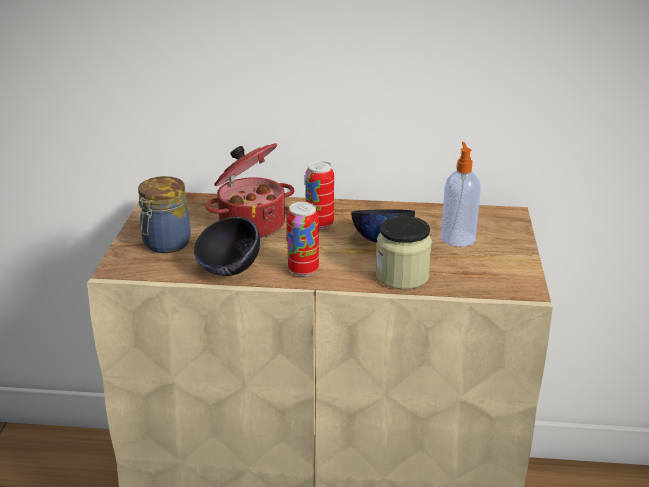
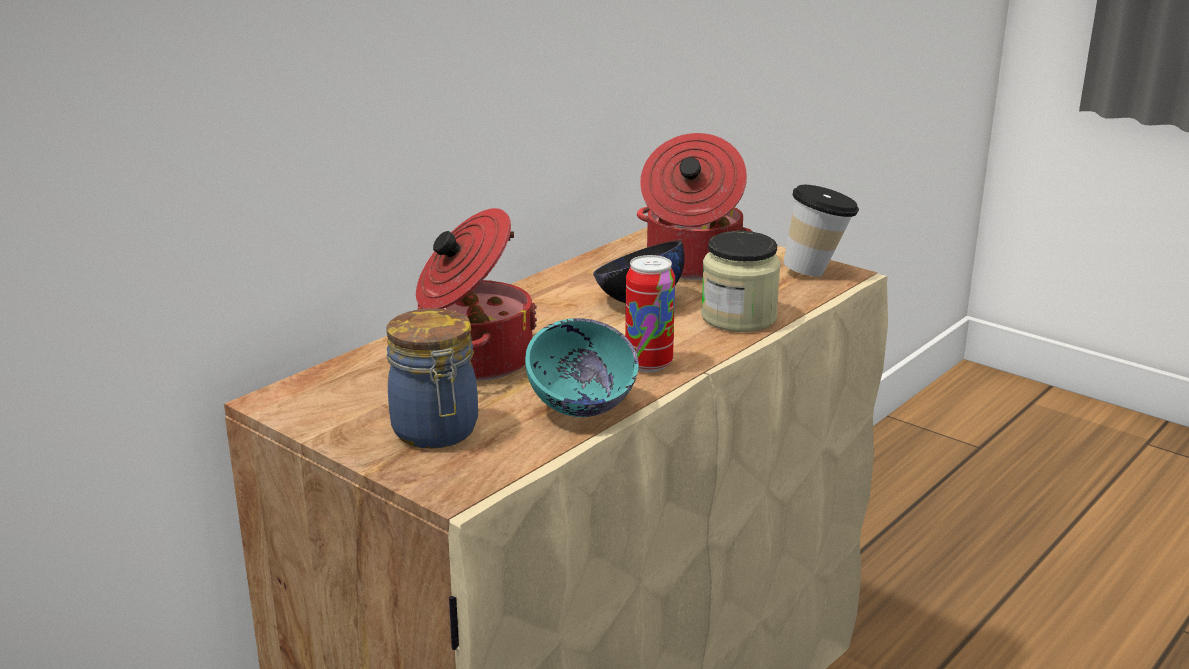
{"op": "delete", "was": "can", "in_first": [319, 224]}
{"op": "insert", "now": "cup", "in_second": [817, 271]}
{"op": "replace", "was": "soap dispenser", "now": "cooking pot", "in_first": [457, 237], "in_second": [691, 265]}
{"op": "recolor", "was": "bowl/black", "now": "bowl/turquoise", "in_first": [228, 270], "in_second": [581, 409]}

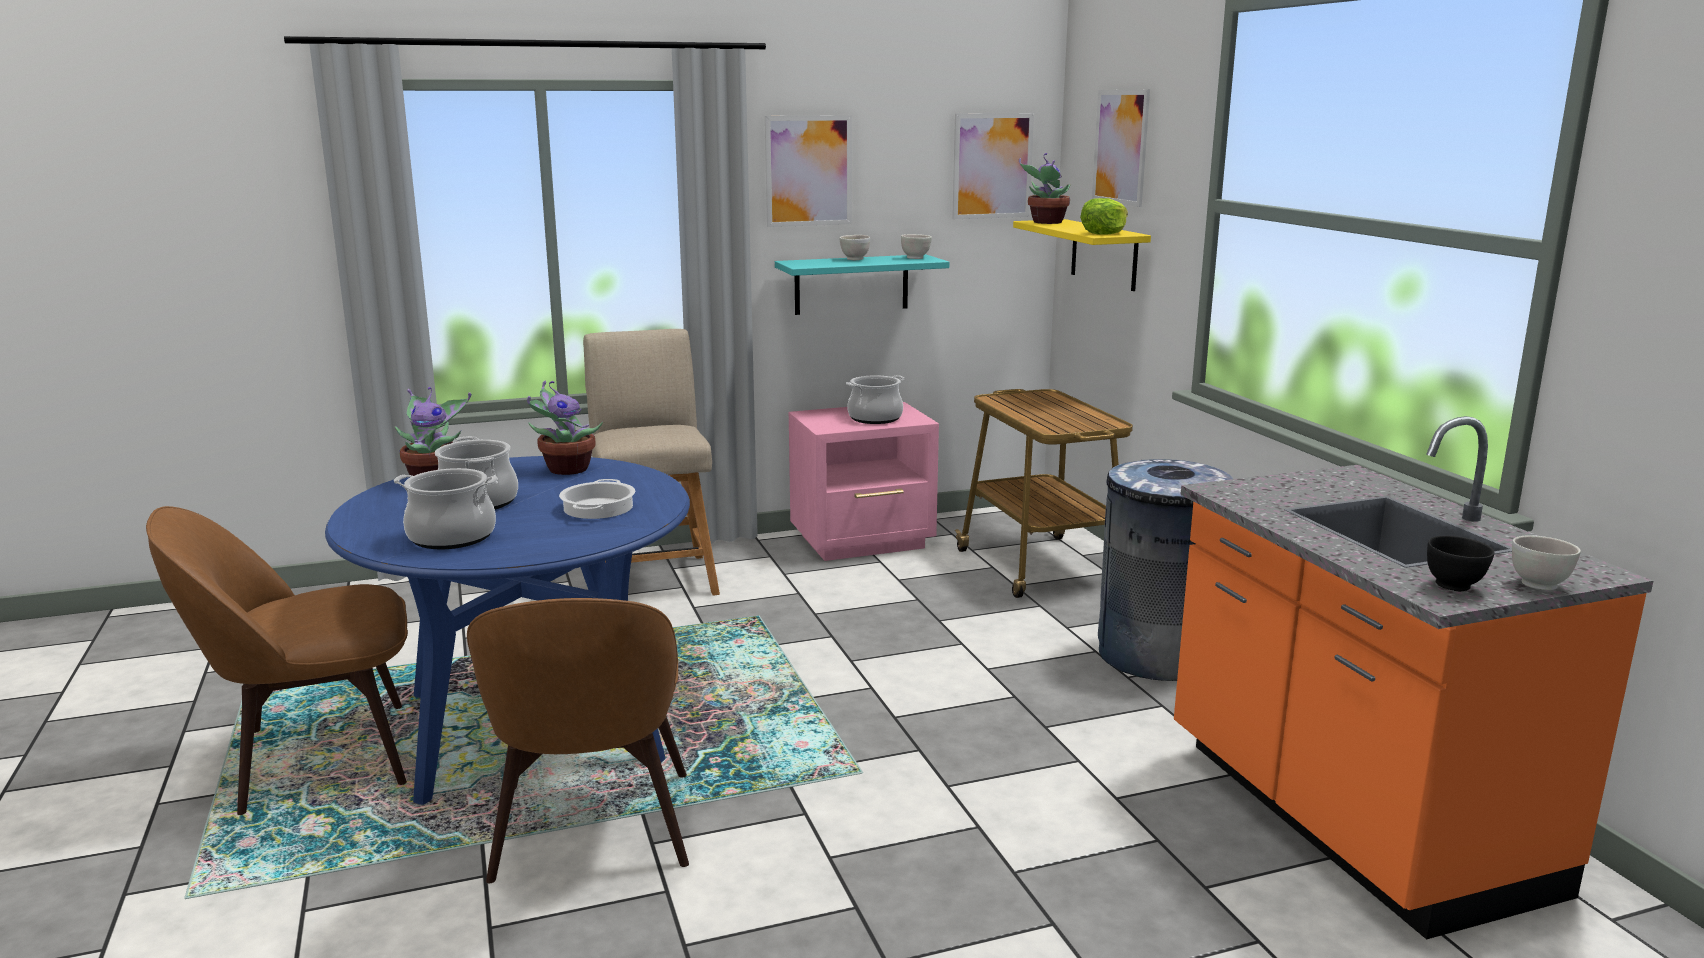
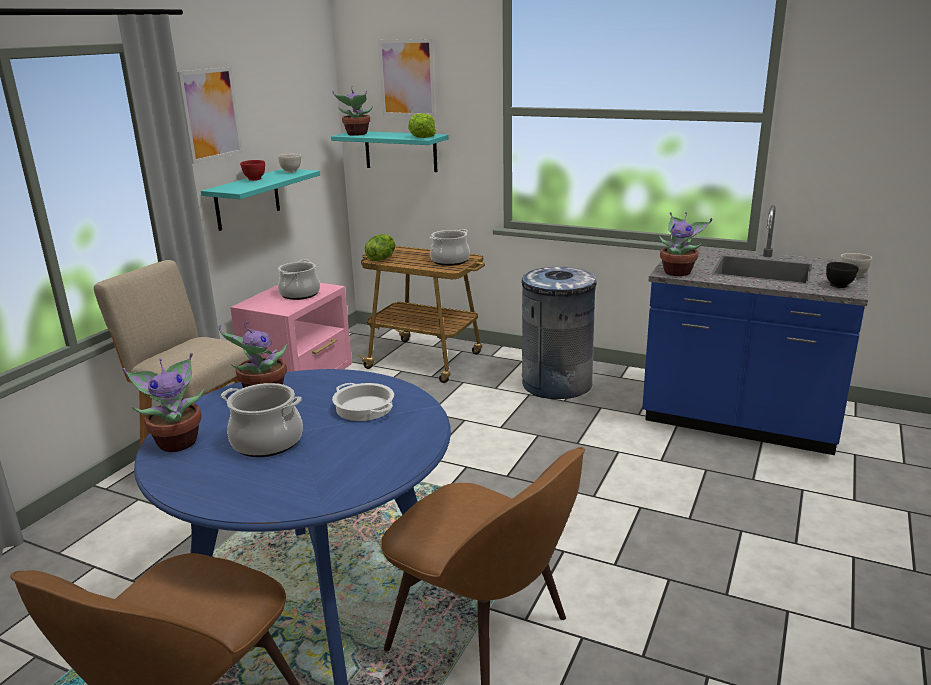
{"op": "delete", "was": "picture", "in_first": [992, 166]}
{"op": "insert", "now": "lettuce", "in_second": [381, 259]}
{"op": "insert", "now": "potted plant", "in_second": [678, 272]}
{"op": "move", "was": "cooking pot", "in_first": [451, 537], "in_second": [450, 261]}
{"op": "recolor", "was": "bowl/white", "now": "bowl/red", "in_first": [854, 259], "in_second": [254, 179]}
{"op": "recolor", "was": "shelf/yellow", "now": "shelf/turquoise", "in_first": [1104, 254], "in_second": [400, 151]}
{"op": "recolor", "was": "counter/orange", "now": "counter/blue", "in_first": [1349, 818], "in_second": [740, 421]}

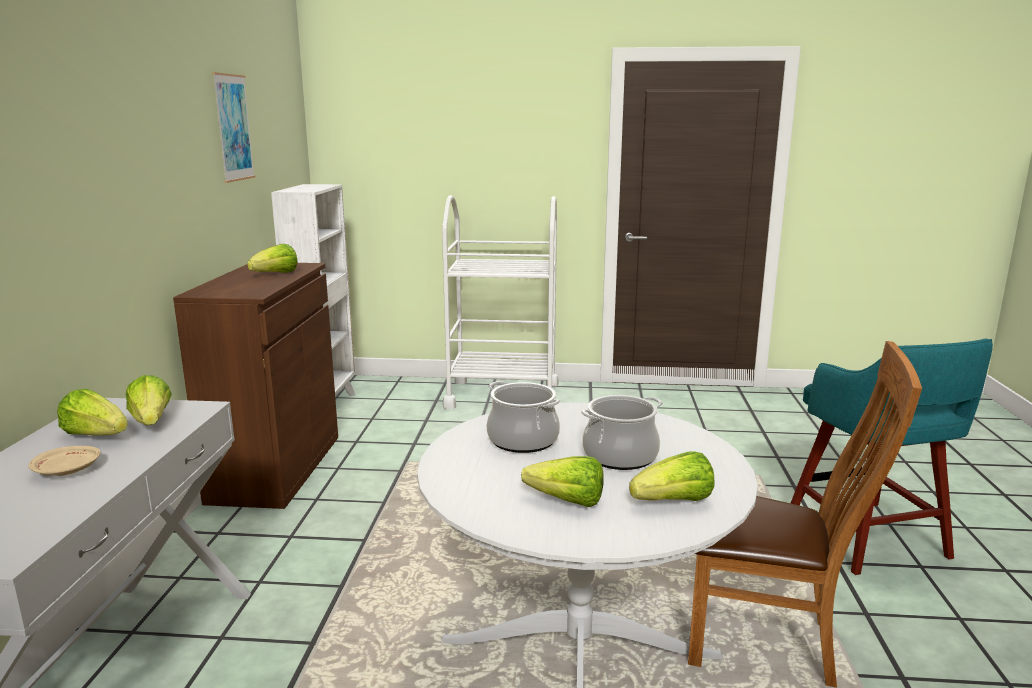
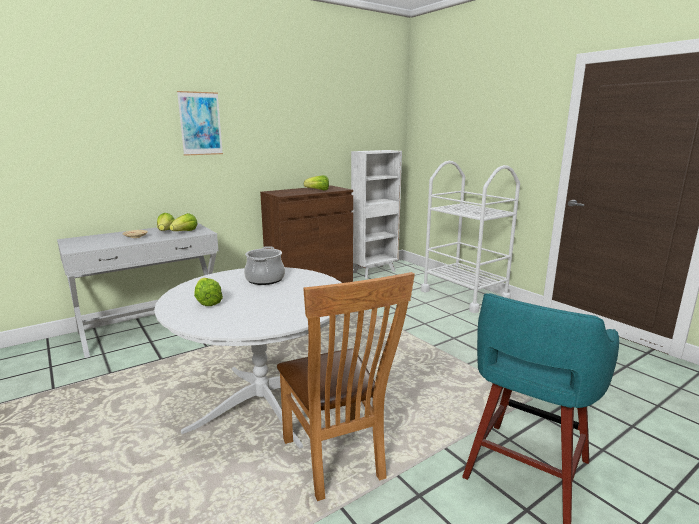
{"op": "delete", "was": "cooking pot", "in_first": [620, 456]}
{"op": "delete", "was": "lettuce", "in_first": [674, 502]}
{"op": "move", "was": "picture", "in_first": [233, 128], "in_second": [200, 123]}

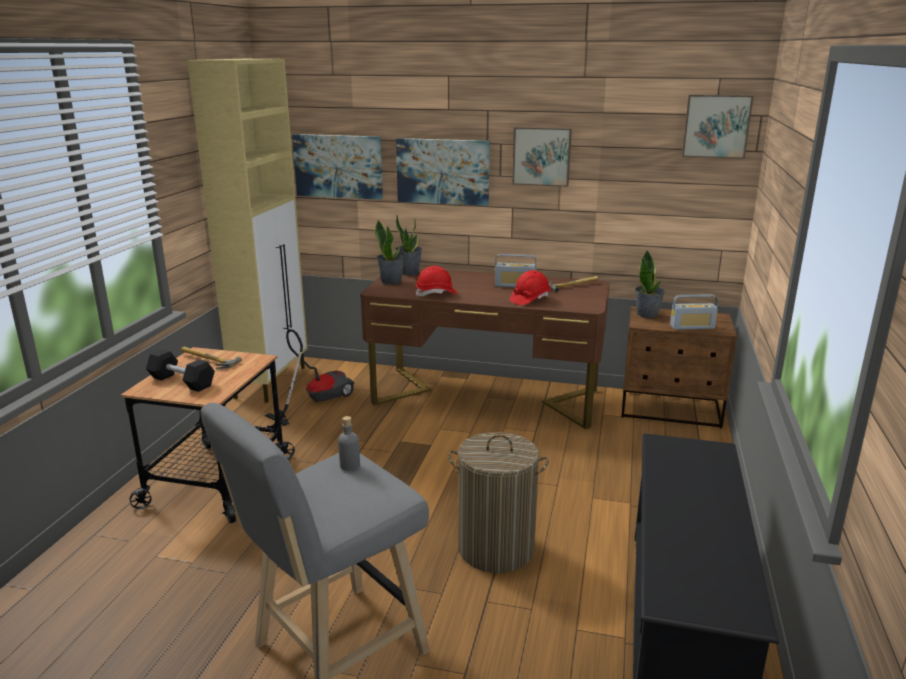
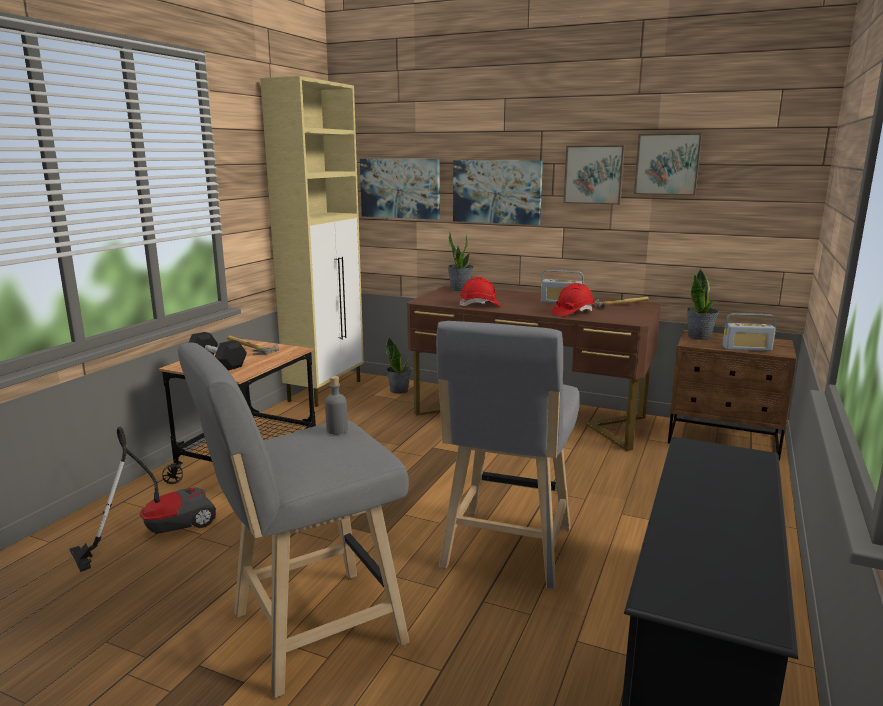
{"op": "move", "was": "vacuum cleaner", "in_first": [316, 400], "in_second": [158, 530]}
{"op": "move", "was": "potted plant", "in_first": [391, 281], "in_second": [399, 390]}
{"op": "move", "was": "picture", "in_first": [716, 126], "in_second": [667, 164]}
{"op": "replace", "was": "laundry basket", "now": "stool/grey", "in_first": [495, 549], "in_second": [505, 552]}

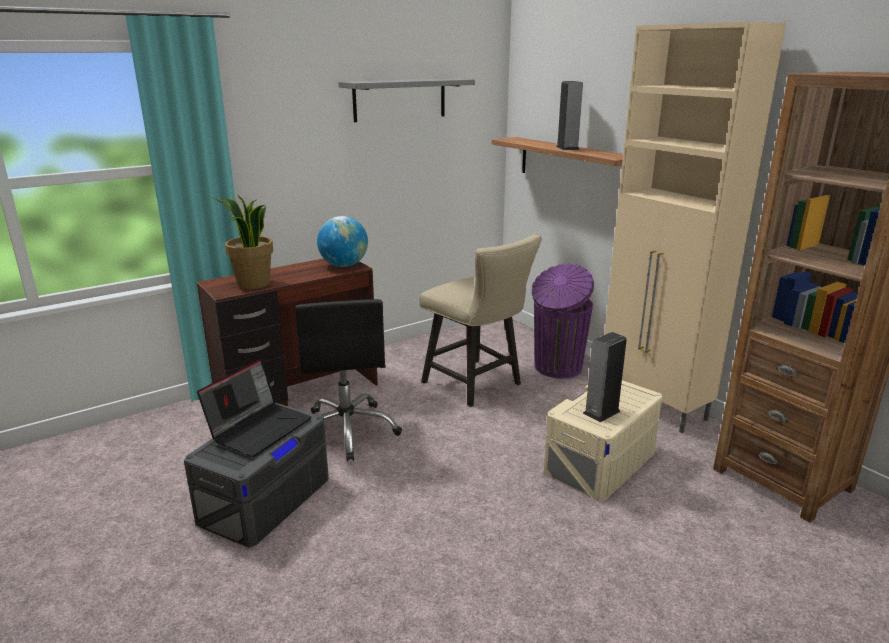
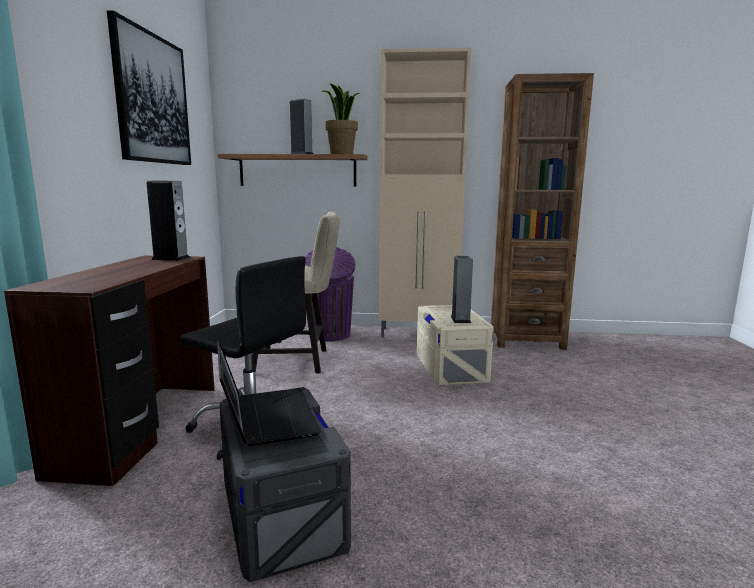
{"op": "move", "was": "potted plant", "in_first": [253, 284], "in_second": [341, 154]}
{"op": "replace", "was": "globe", "now": "speaker", "in_first": [344, 265], "in_second": [171, 258]}
{"op": "replace", "was": "shelf/grey", "now": "picture", "in_first": [400, 99], "in_second": [152, 99]}

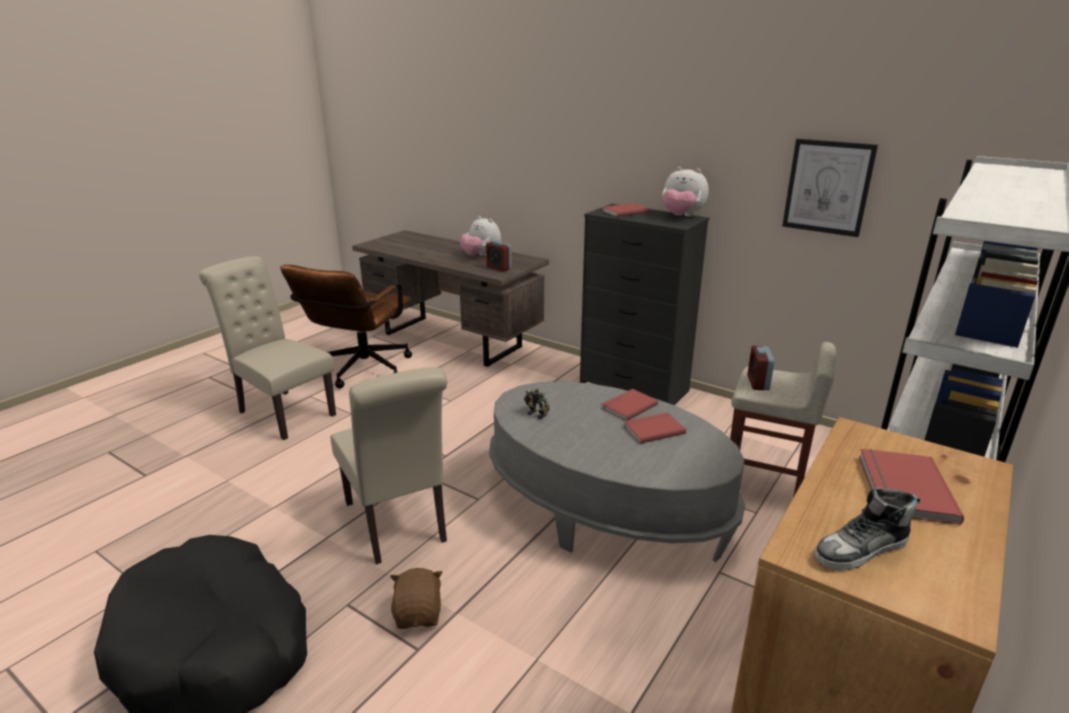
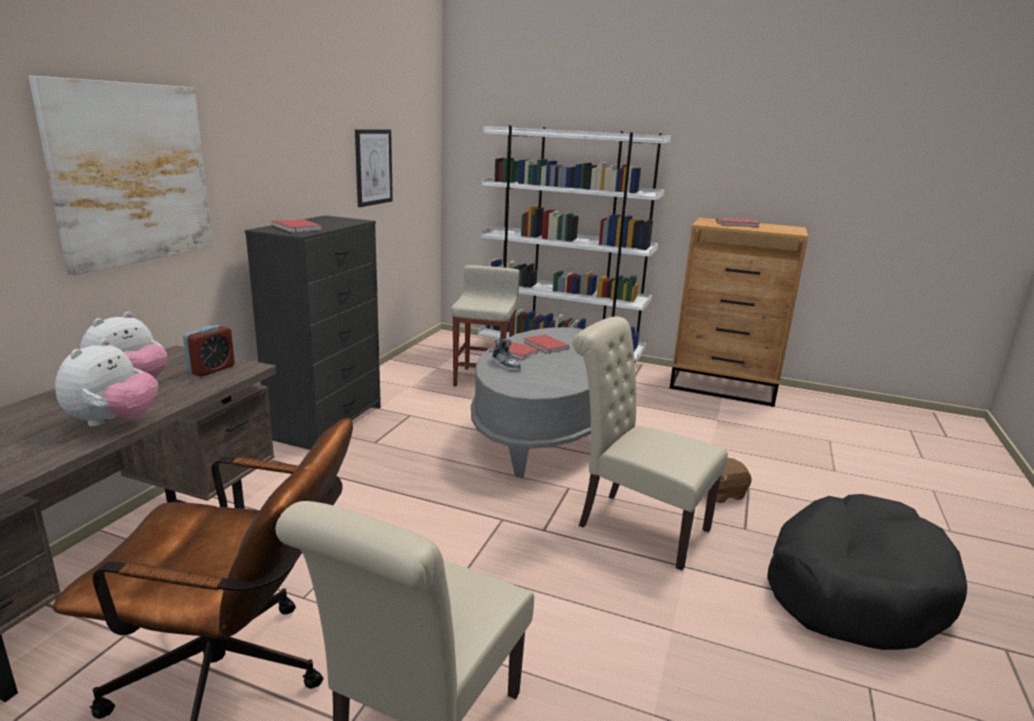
{"op": "delete", "was": "toy robot", "in_first": [538, 413]}
{"op": "delete", "was": "alarm clock", "in_first": [758, 383]}
{"op": "insert", "now": "picture", "in_second": [132, 174]}
{"op": "move", "was": "plush toy", "in_first": [681, 216], "in_second": [114, 422]}
{"op": "move", "was": "shoe", "in_first": [861, 550], "in_second": [506, 365]}
{"op": "rotate", "was": "chair/beige", "in_first": [398, 525], "in_second": [635, 525], "clockwise": -105}

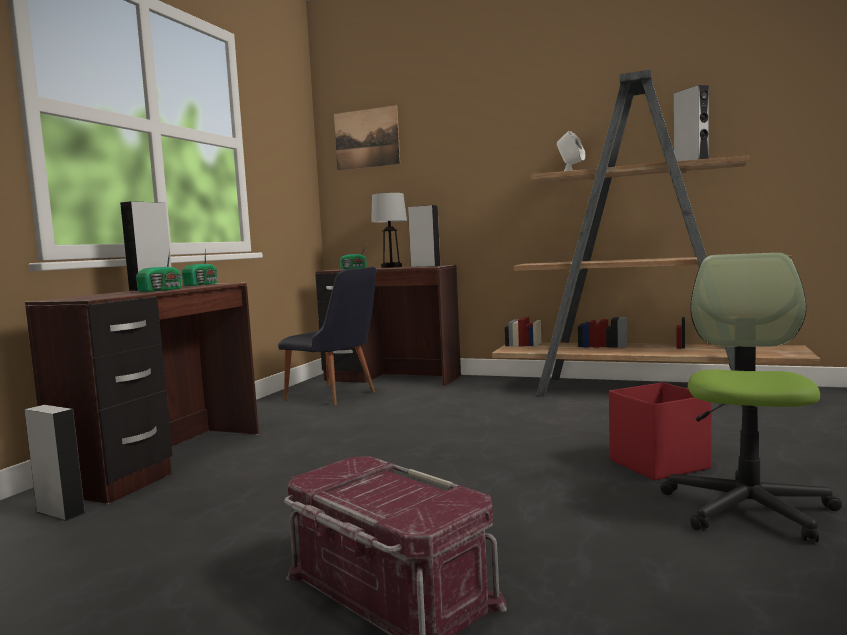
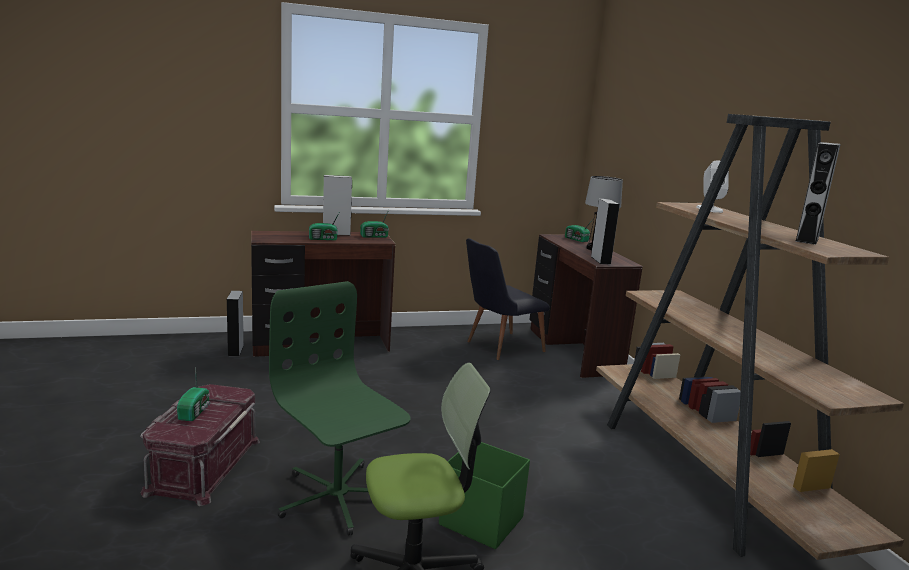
{"op": "delete", "was": "picture", "in_first": [366, 138]}
{"op": "insert", "now": "radio", "in_second": [195, 411]}
{"op": "insert", "now": "office chair/green", "in_second": [336, 498]}
{"op": "recolor", "was": "storage box/red", "now": "storage box/green", "in_first": [657, 464], "in_second": [480, 520]}
{"op": "rotate", "was": "chair/black", "in_first": [336, 396], "in_second": [498, 347], "clockwise": 60}

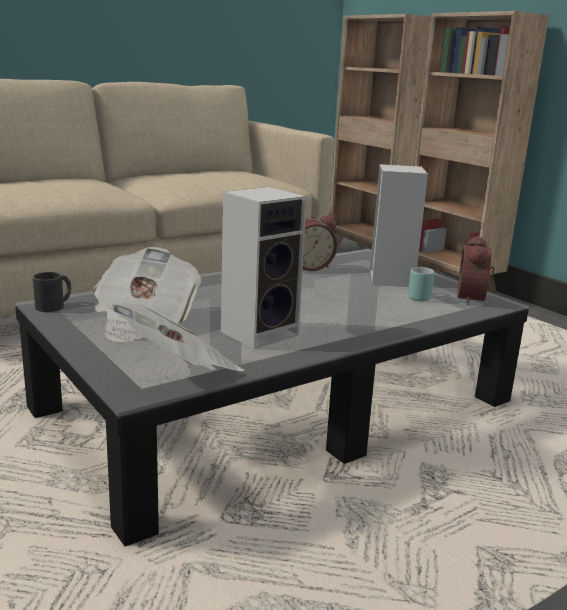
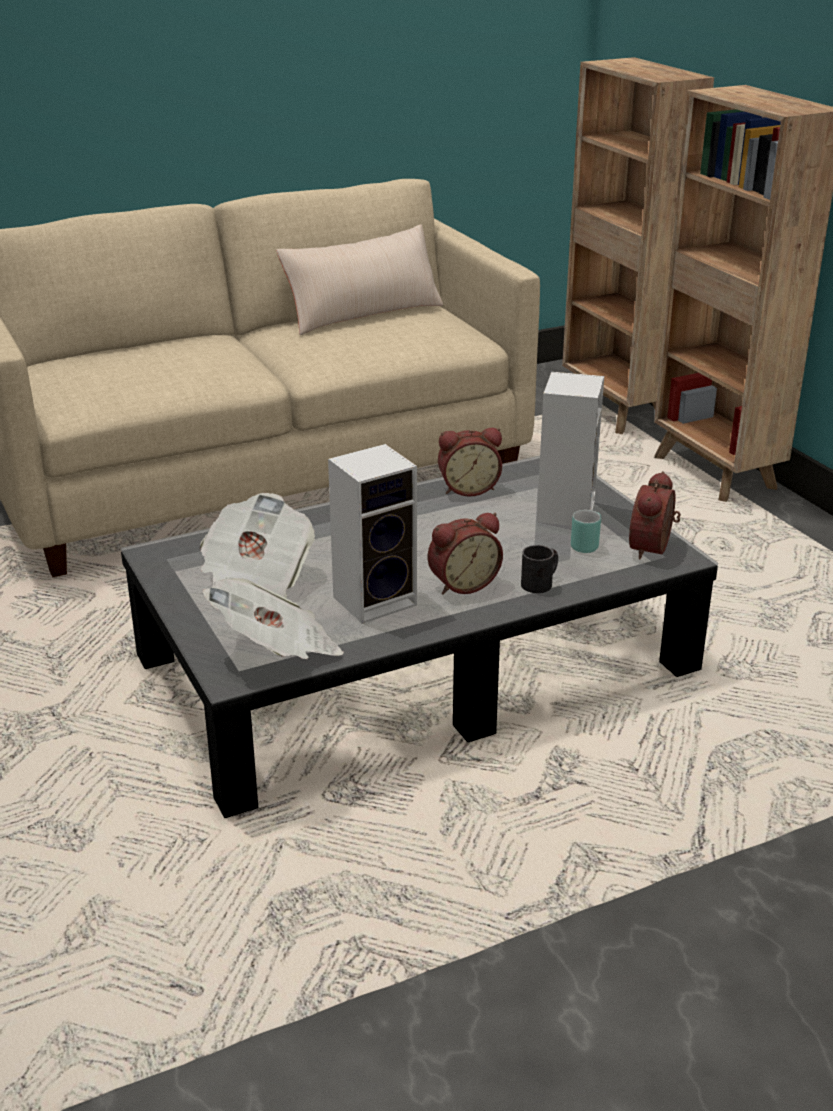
{"op": "insert", "now": "pillow/beige", "in_second": [363, 314]}
{"op": "insert", "now": "alarm clock", "in_second": [462, 583]}
{"op": "move", "was": "mug/black", "in_first": [54, 305], "in_second": [541, 582]}

